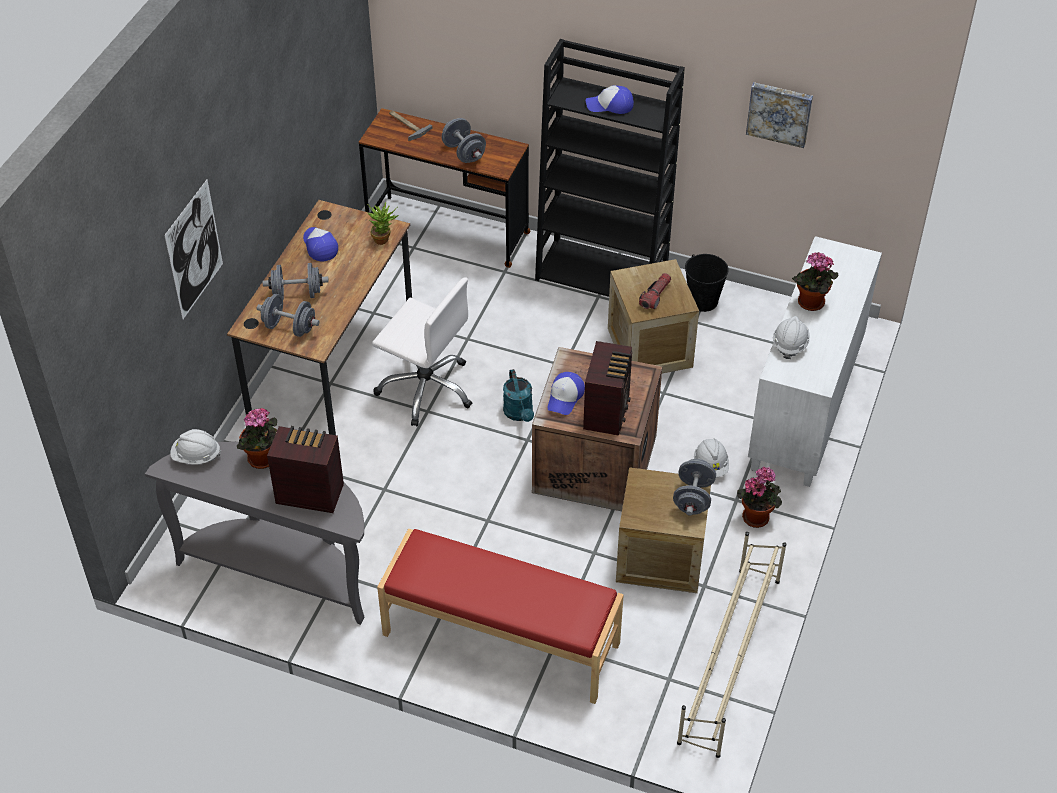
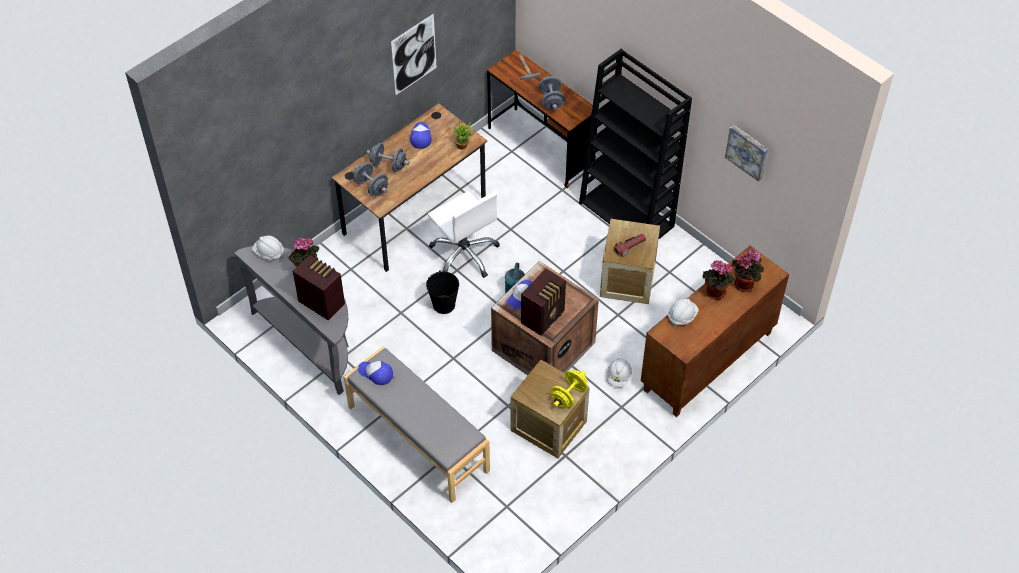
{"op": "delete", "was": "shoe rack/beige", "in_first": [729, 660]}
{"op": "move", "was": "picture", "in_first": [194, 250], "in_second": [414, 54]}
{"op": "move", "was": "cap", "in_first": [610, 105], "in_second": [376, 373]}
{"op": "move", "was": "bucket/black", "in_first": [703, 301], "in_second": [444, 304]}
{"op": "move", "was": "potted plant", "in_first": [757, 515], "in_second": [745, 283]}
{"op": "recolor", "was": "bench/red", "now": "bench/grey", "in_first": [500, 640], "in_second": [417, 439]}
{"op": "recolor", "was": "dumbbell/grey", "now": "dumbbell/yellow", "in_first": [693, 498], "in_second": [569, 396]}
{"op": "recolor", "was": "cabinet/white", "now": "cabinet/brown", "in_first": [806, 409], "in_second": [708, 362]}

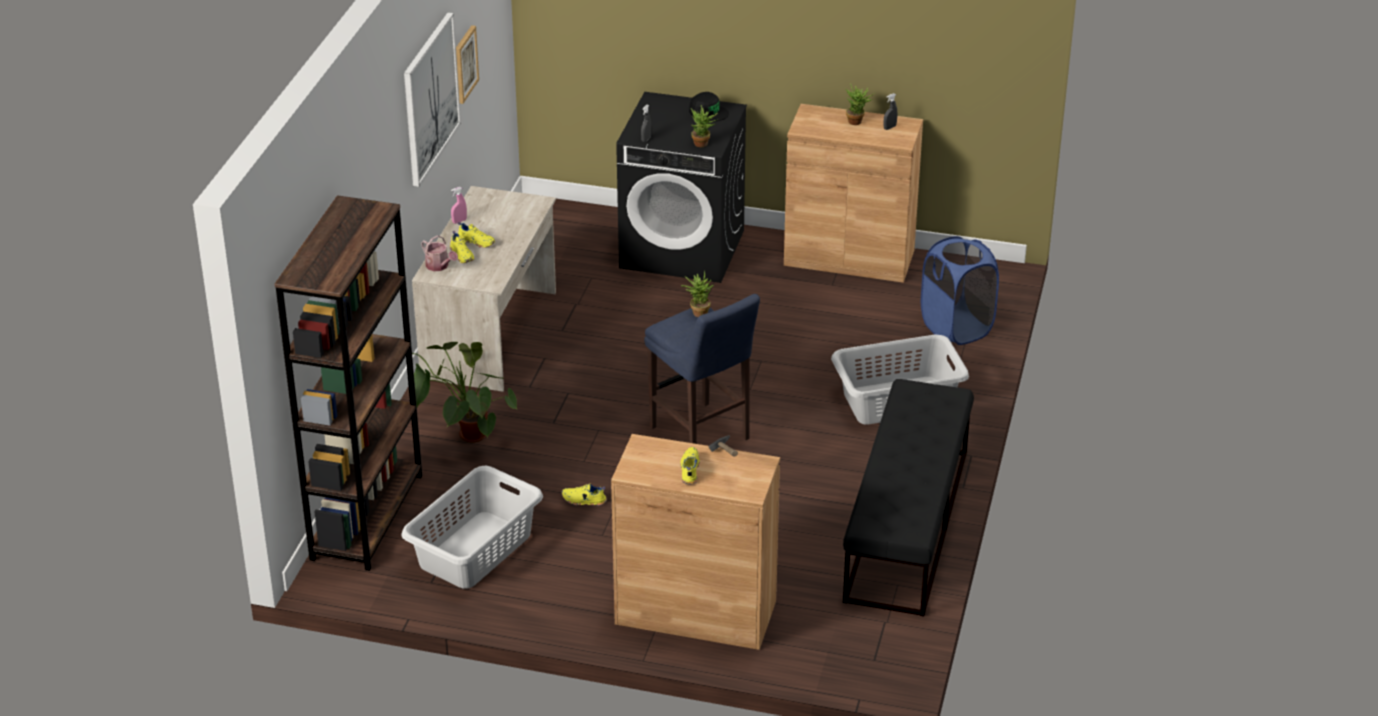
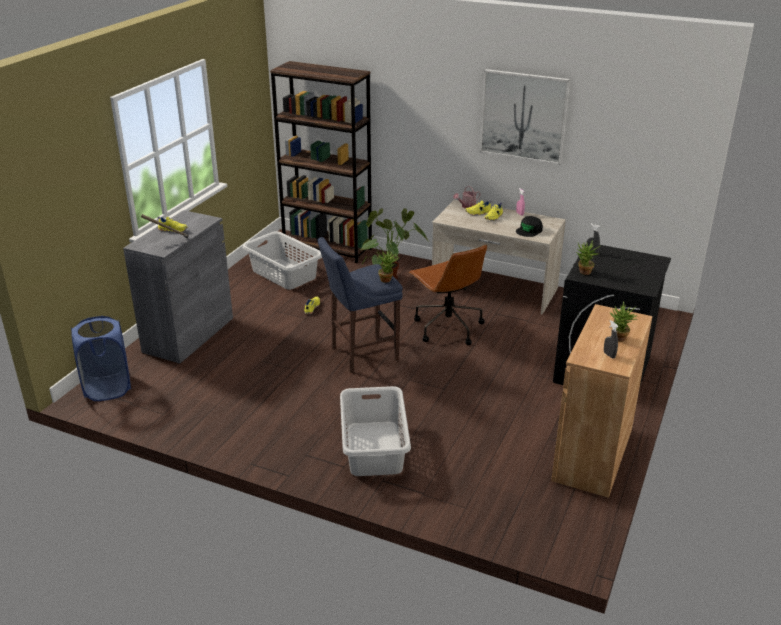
{"op": "delete", "was": "picture", "in_first": [465, 64]}
{"op": "delete", "was": "bench/black", "in_first": [907, 526]}
{"op": "insert", "now": "office chair/brown", "in_second": [447, 327]}
{"op": "move", "was": "cap/black", "in_first": [708, 112], "in_second": [529, 230]}
{"op": "move", "was": "laundry basket/blue", "in_first": [956, 328], "in_second": [107, 388]}
{"op": "recolor", "was": "cabinet/brown", "now": "cabinet/grey", "in_first": [695, 612], "in_second": [188, 335]}

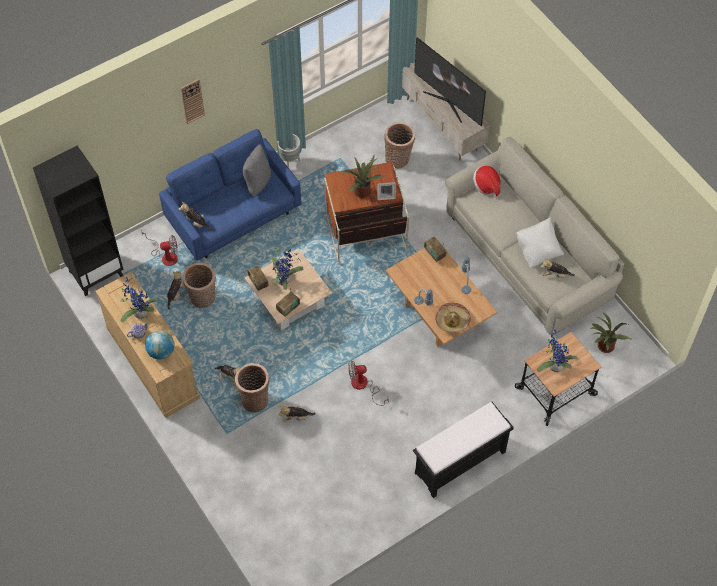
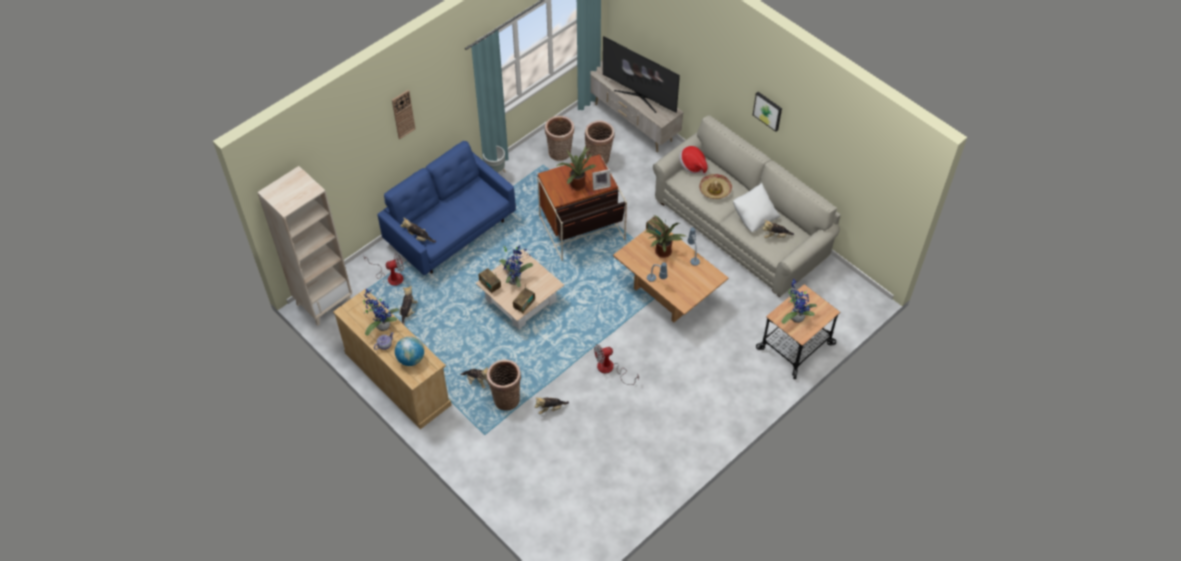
{"op": "delete", "was": "pillow/grey", "in_first": [257, 182]}
{"op": "delete", "was": "bench/black", "in_first": [459, 463]}
{"op": "insert", "now": "picture", "in_second": [768, 110]}
{"op": "move", "was": "basket", "in_first": [203, 299], "in_second": [560, 153]}
{"op": "move", "was": "hat", "in_first": [452, 320], "in_second": [715, 189]}
{"op": "move", "was": "potted plant", "in_first": [604, 347], "in_second": [662, 253]}
{"op": "recolor", "was": "bookcase/black", "now": "bookcase/beige", "in_first": [96, 273], "in_second": [324, 302]}

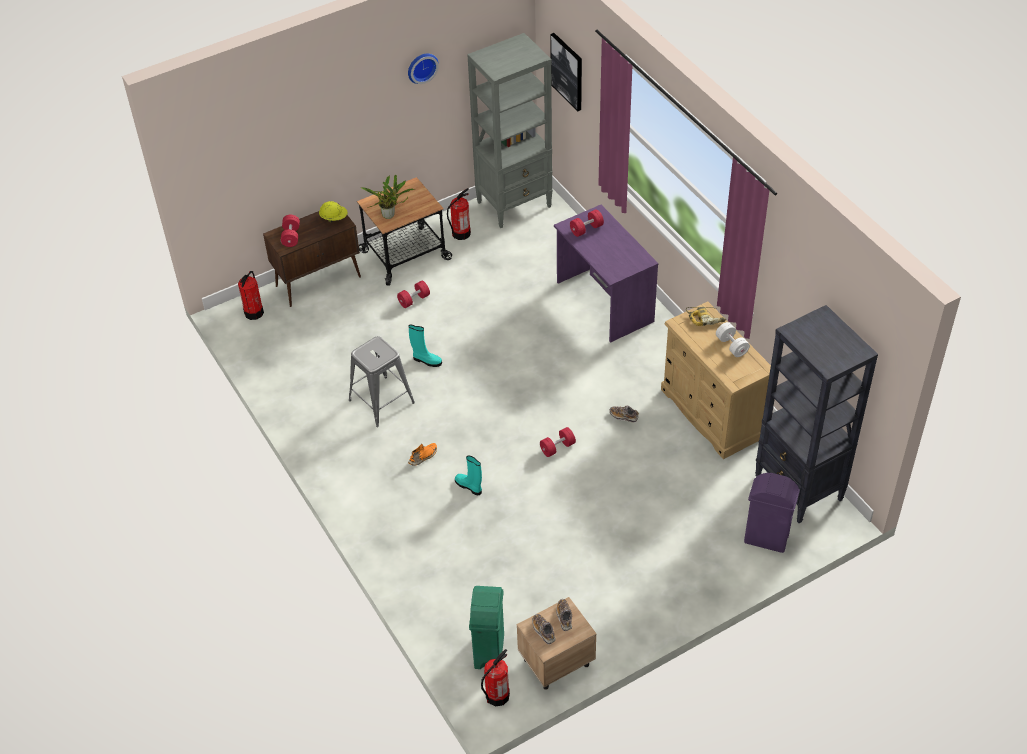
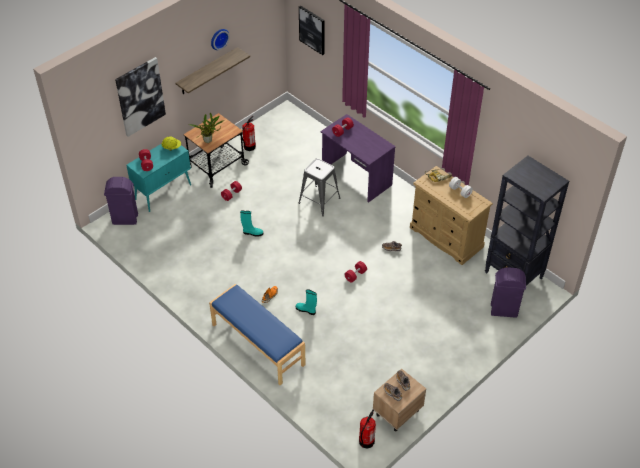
{"op": "delete", "was": "bookcase/grey", "in_first": [515, 204]}
{"op": "delete", "was": "trash can/green", "in_first": [489, 652]}
{"op": "insert", "now": "picture", "in_second": [140, 96]}
{"op": "insert", "now": "shelf", "in_second": [207, 71]}
{"op": "insert", "now": "bench/blue", "in_second": [257, 345]}
{"op": "move", "was": "stool/grey", "in_first": [382, 401], "in_second": [319, 201]}
{"op": "replace", "was": "fire extinguisher", "now": "trash can/purple", "in_first": [254, 312], "in_second": [125, 219]}
{"op": "recolor", "was": "cabinet/brown", "now": "cabinet/turquoise", "in_first": [319, 281], "in_second": [163, 192]}

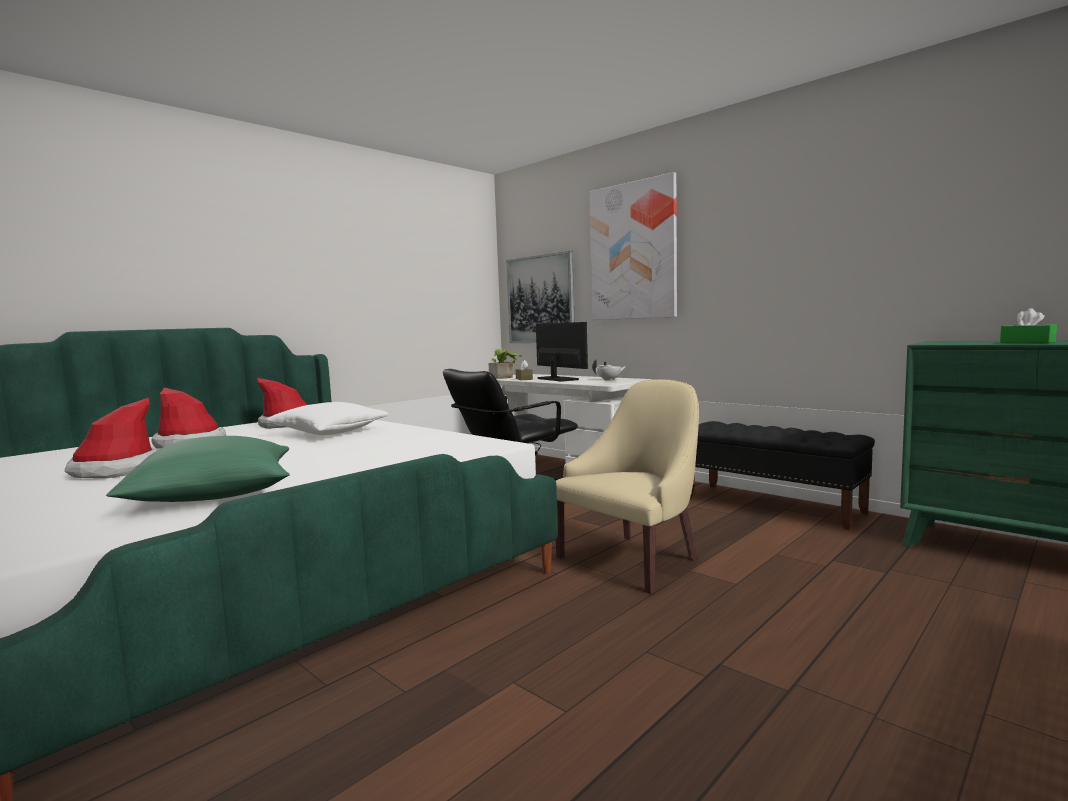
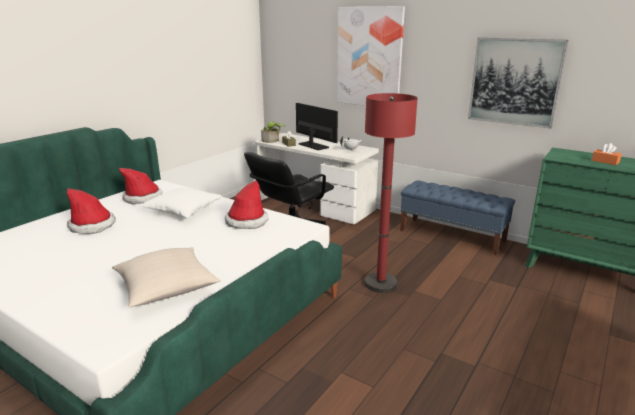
{"op": "move", "was": "hat", "in_first": [115, 471], "in_second": [246, 221]}
{"op": "move", "was": "picture", "in_first": [540, 299], "in_second": [515, 82]}
{"op": "replace", "was": "armchair/beige", "now": "floor lamp/red", "in_first": [633, 559], "in_second": [380, 284]}
{"op": "recolor", "was": "pillow/green", "now": "pillow/beige", "in_first": [214, 494], "in_second": [166, 288]}
{"op": "recolor", "was": "bench/black", "now": "bench/blue", "in_first": [772, 505], "in_second": [452, 236]}
{"op": "recolor", "was": "tissue box/green", "now": "tissue box/orange", "in_first": [1027, 342], "in_second": [605, 161]}

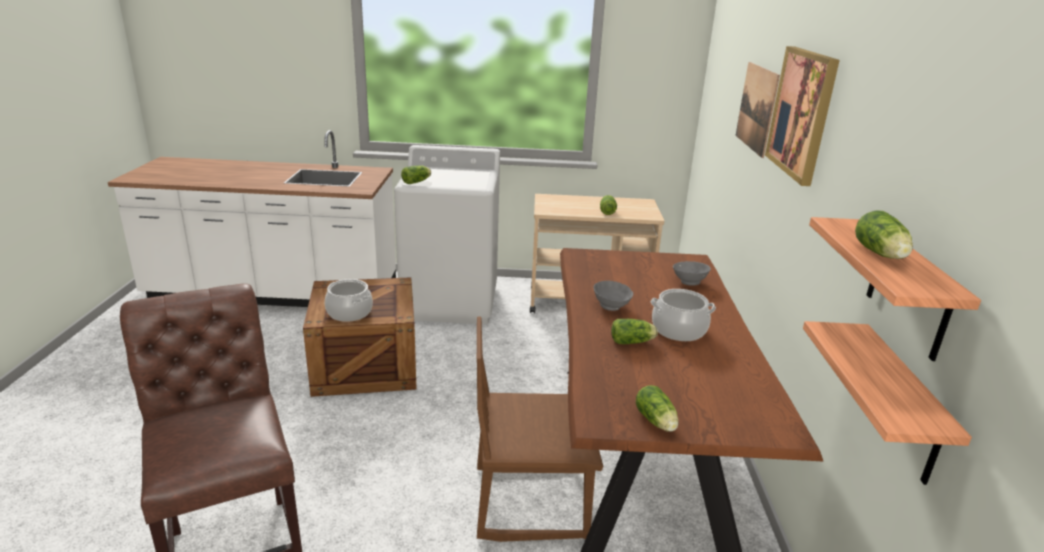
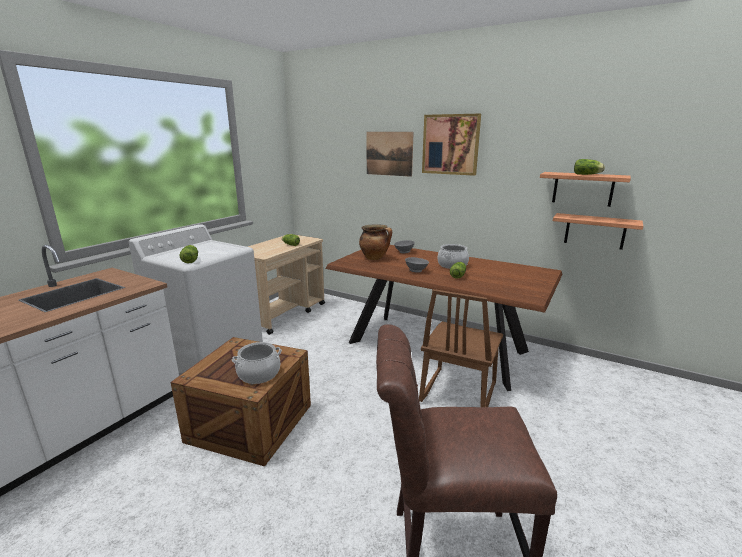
{"op": "delete", "was": "lettuce", "in_first": [656, 422]}
{"op": "insert", "now": "cooking pot", "in_second": [375, 258]}

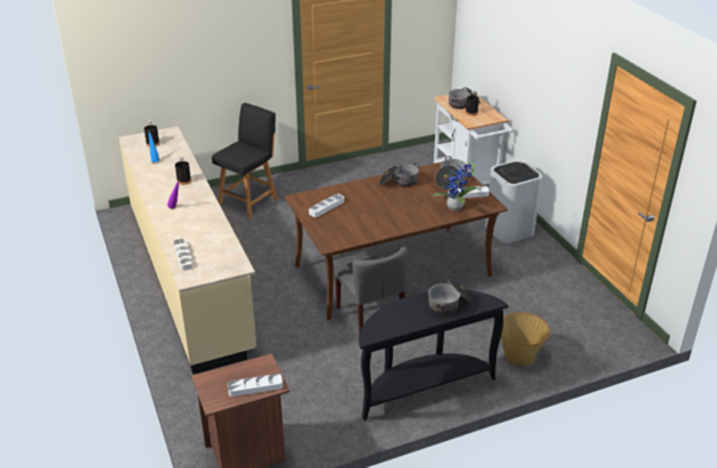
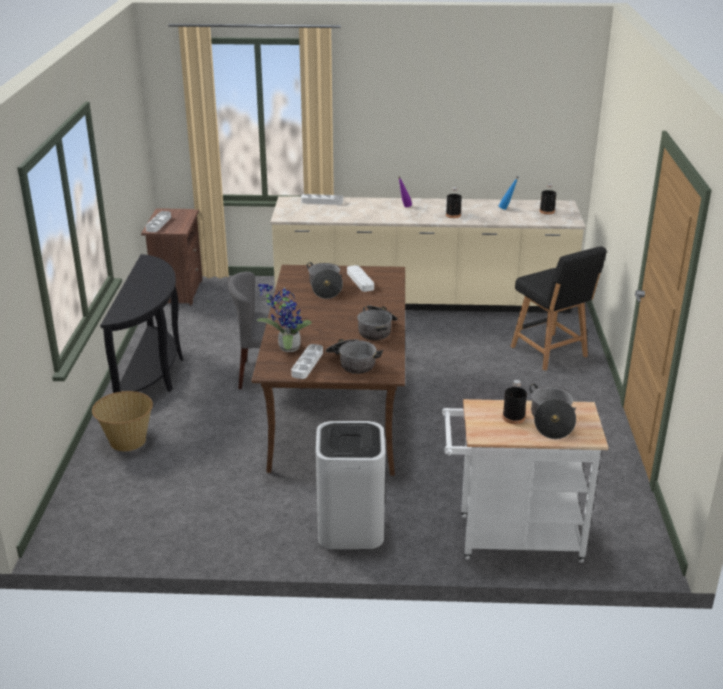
{"op": "move", "was": "cooking pot", "in_first": [449, 303], "in_second": [325, 288]}

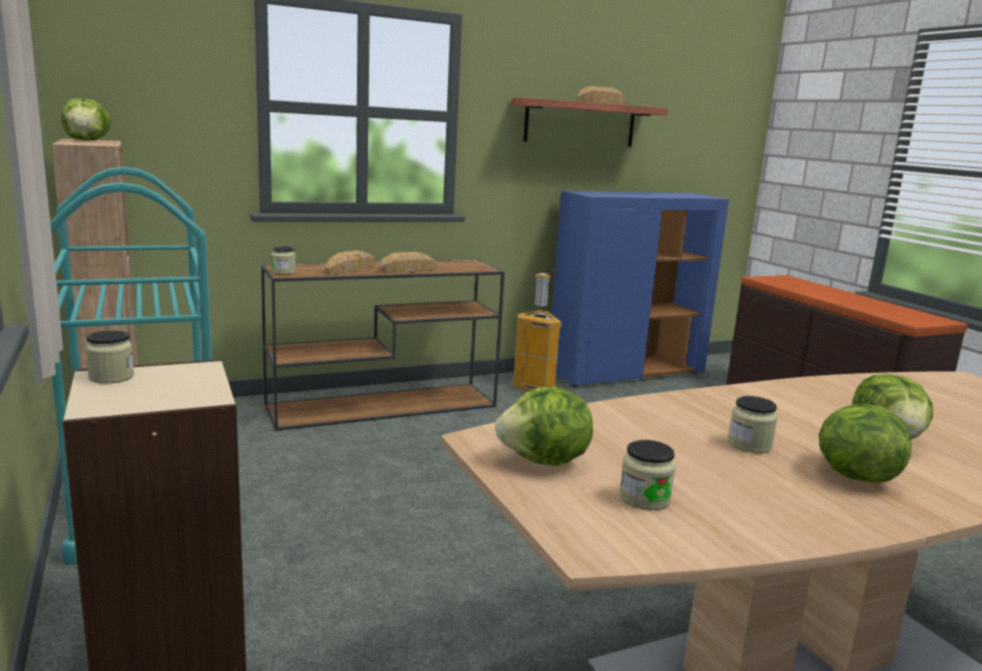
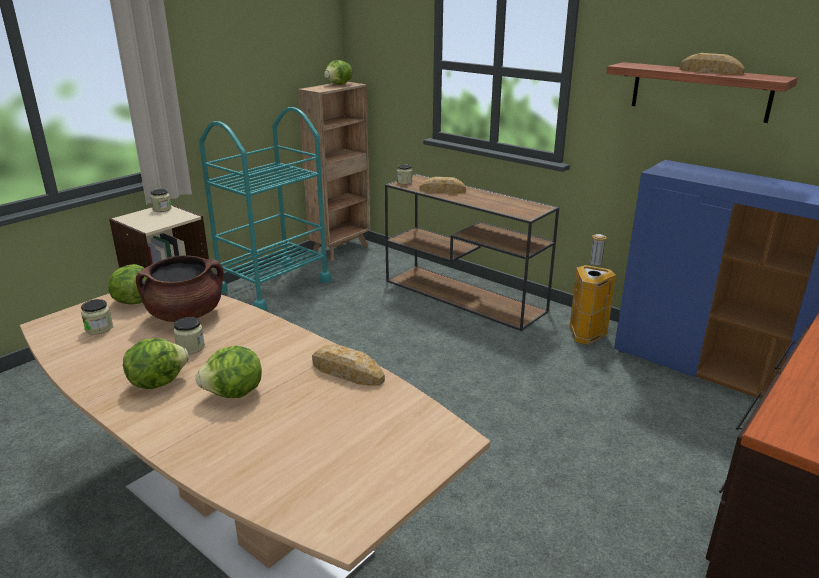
{"op": "insert", "now": "cooking pot/brown", "in_second": [186, 315]}
{"op": "move", "was": "bread", "in_first": [408, 270], "in_second": [347, 372]}

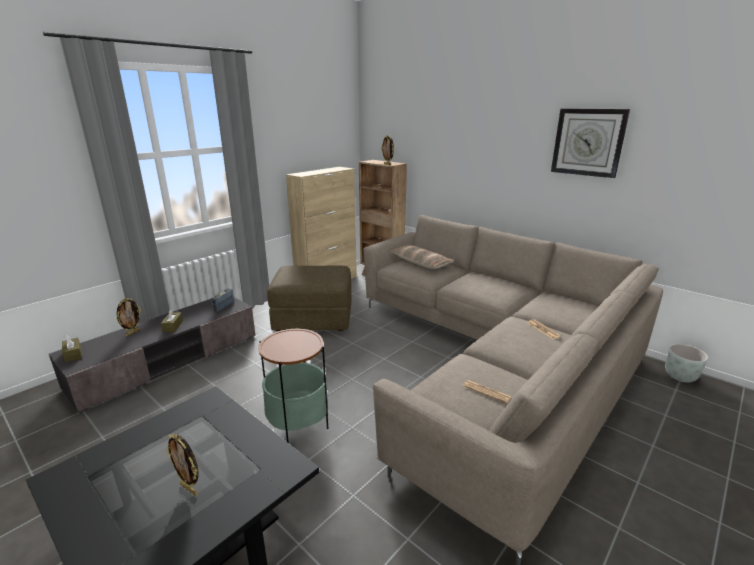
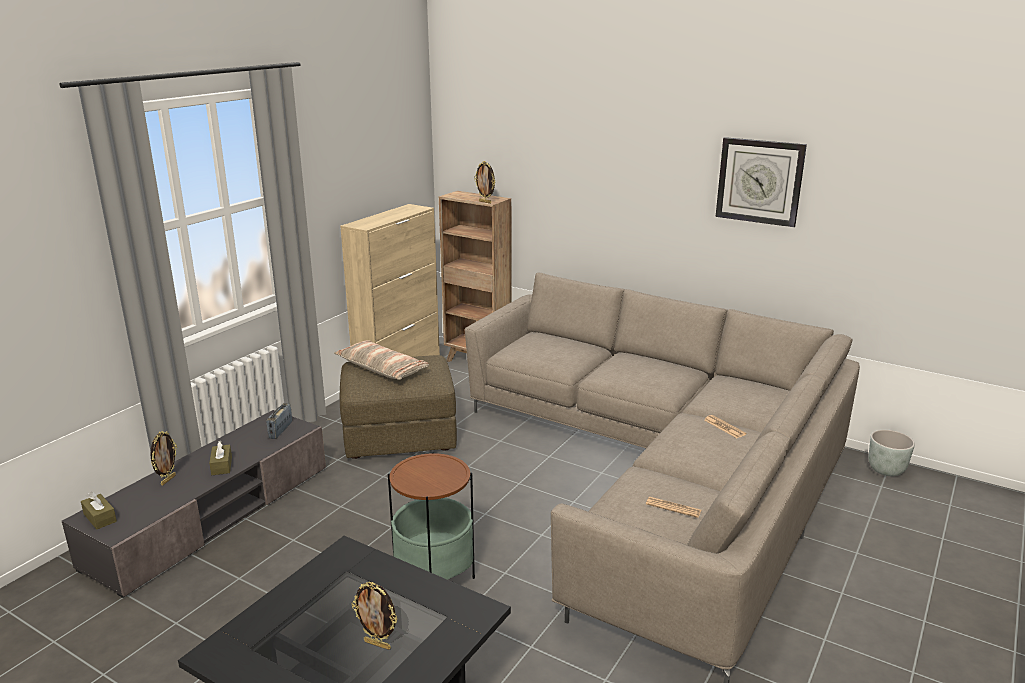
{"op": "move", "was": "pillow", "in_first": [421, 263], "in_second": [382, 369]}

